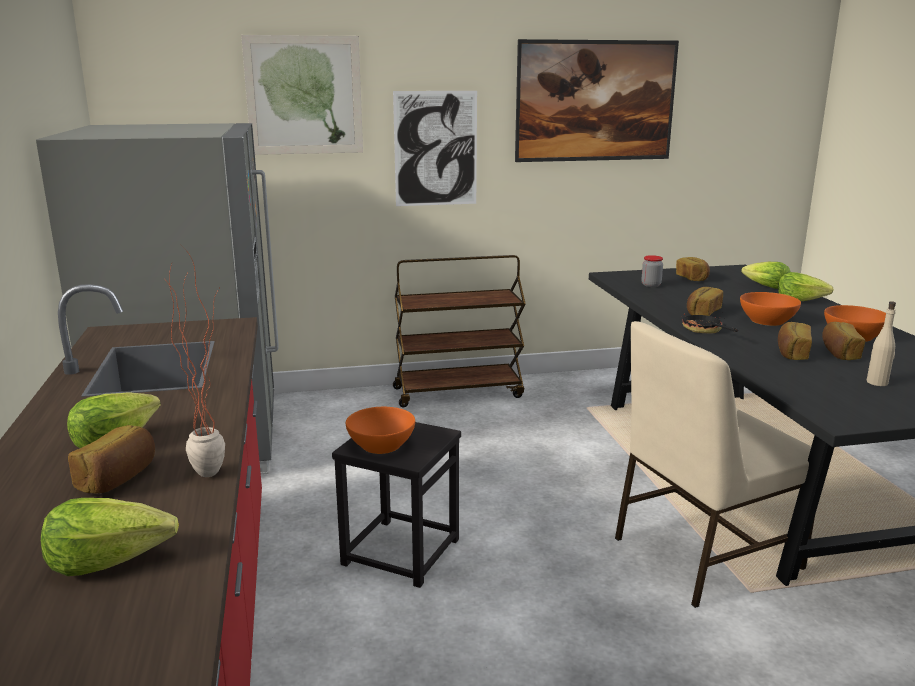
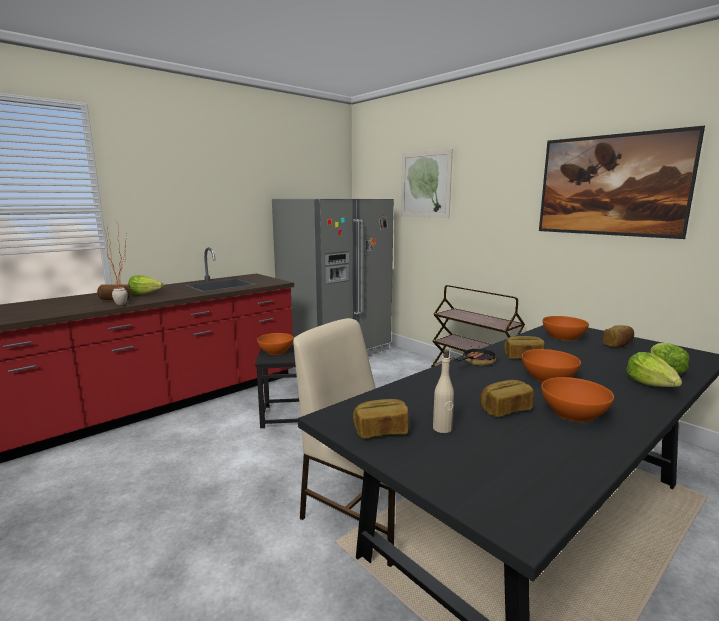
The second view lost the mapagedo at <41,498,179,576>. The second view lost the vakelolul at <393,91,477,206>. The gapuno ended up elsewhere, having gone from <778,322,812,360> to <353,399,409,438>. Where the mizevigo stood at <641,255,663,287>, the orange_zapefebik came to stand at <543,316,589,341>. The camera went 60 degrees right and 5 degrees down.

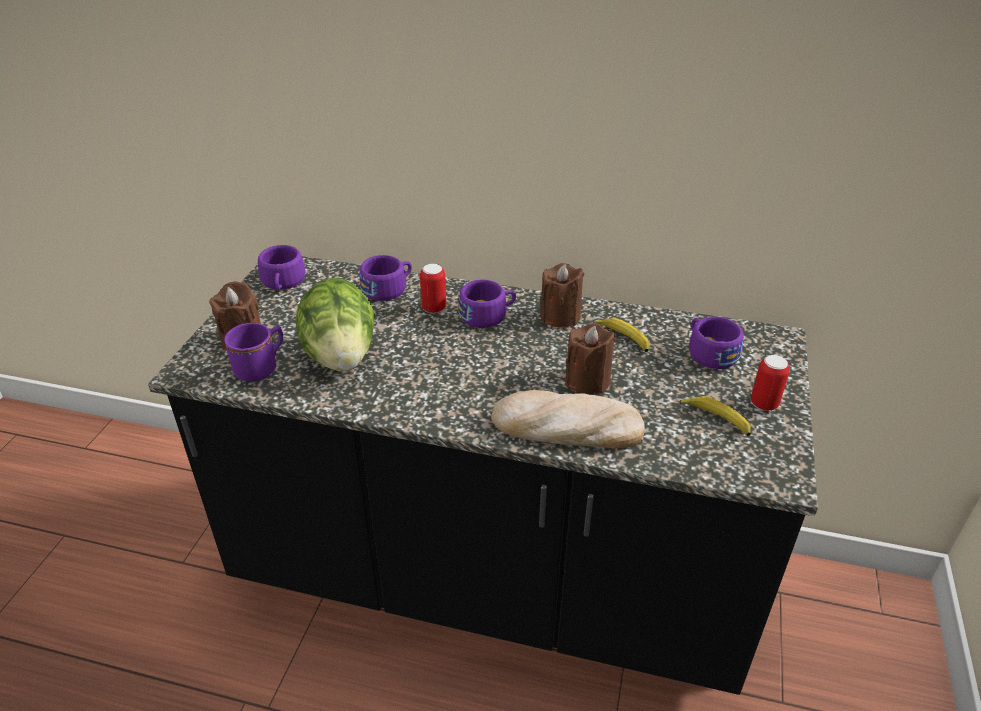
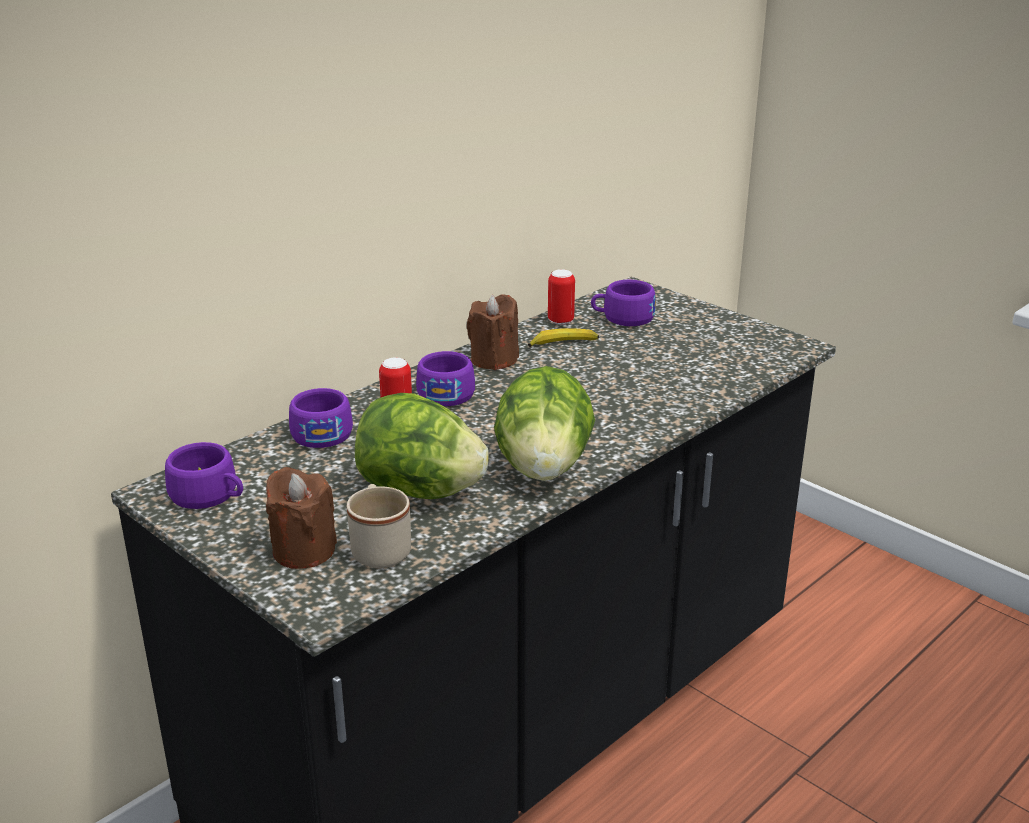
The second view lost the gapuno at <491,390,645,448>. The second view lost the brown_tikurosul at <566,323,616,394>. The second view lost the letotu at <680,396,751,436>. The second view gained the mapagedo at <494,366,595,481>. The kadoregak ended up elsewhere, having gone from <751,355,790,411> to <548,269,575,325>. What was the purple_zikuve at <224,323,283,382> turned into the beige_zikuve at <347,484,411,568>. The camera went 60 degrees left and 10 degrees down.

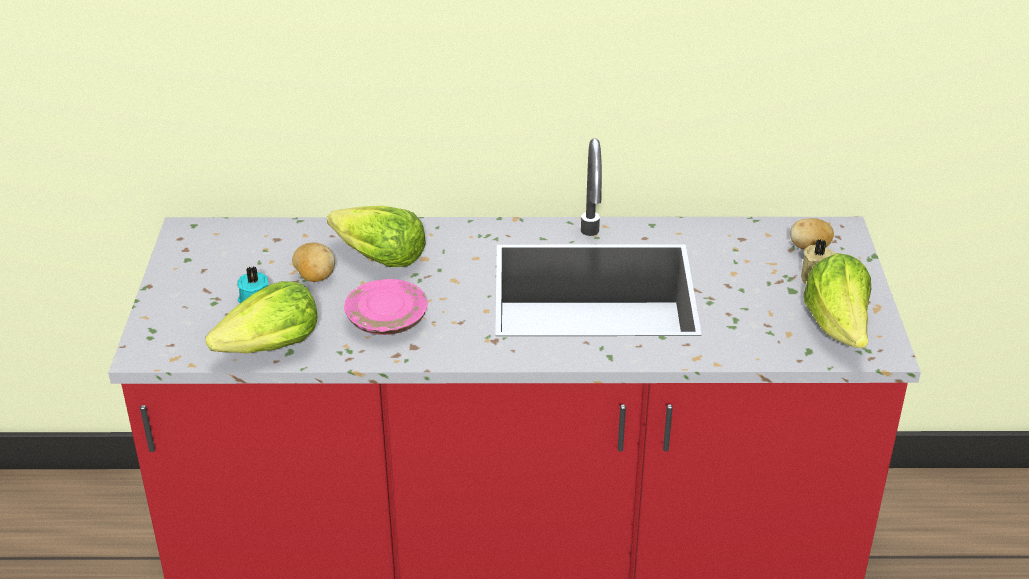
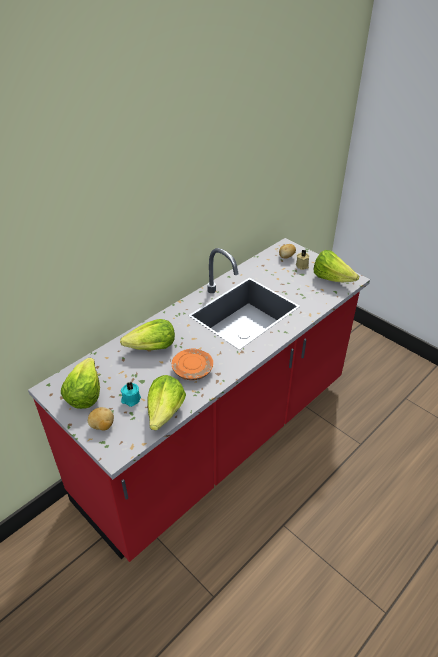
The second view gained the mapagedo at <61,358,100,409>. The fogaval ended up elsewhere, having gone from <292,242,335,282> to <88,407,114,431>. What was the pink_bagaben at <344,279,428,335> turned into the orange_bagaben at <172,349,213,380>. The camera went 45 degrees left and 5 degrees up.

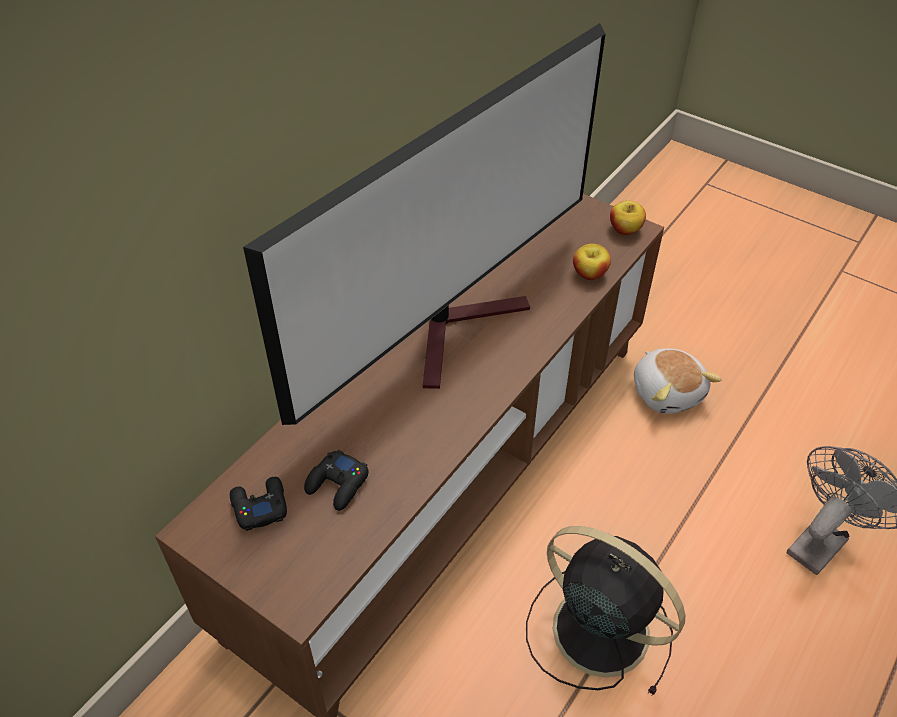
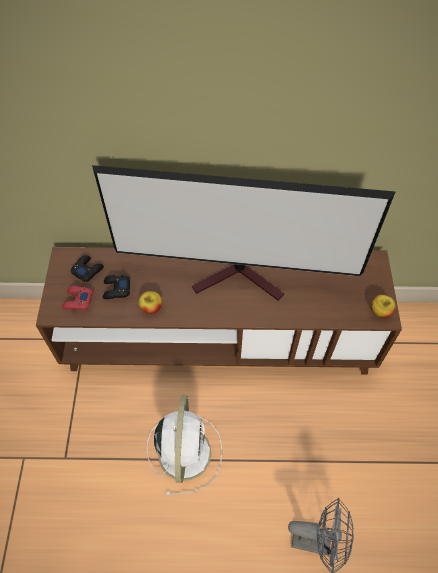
The second view lost the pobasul at <634,348,722,414>. The second view gained the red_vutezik at <62,286,93,310>. The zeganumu ended up elsewhere, having gone from <573,244,611,280> to <138,291,162,314>. What was the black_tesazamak at <526,526,685,696> turned into the white_tesazamak at <147,396,222,495>. The camera went 55 degrees right and 10 degrees up.

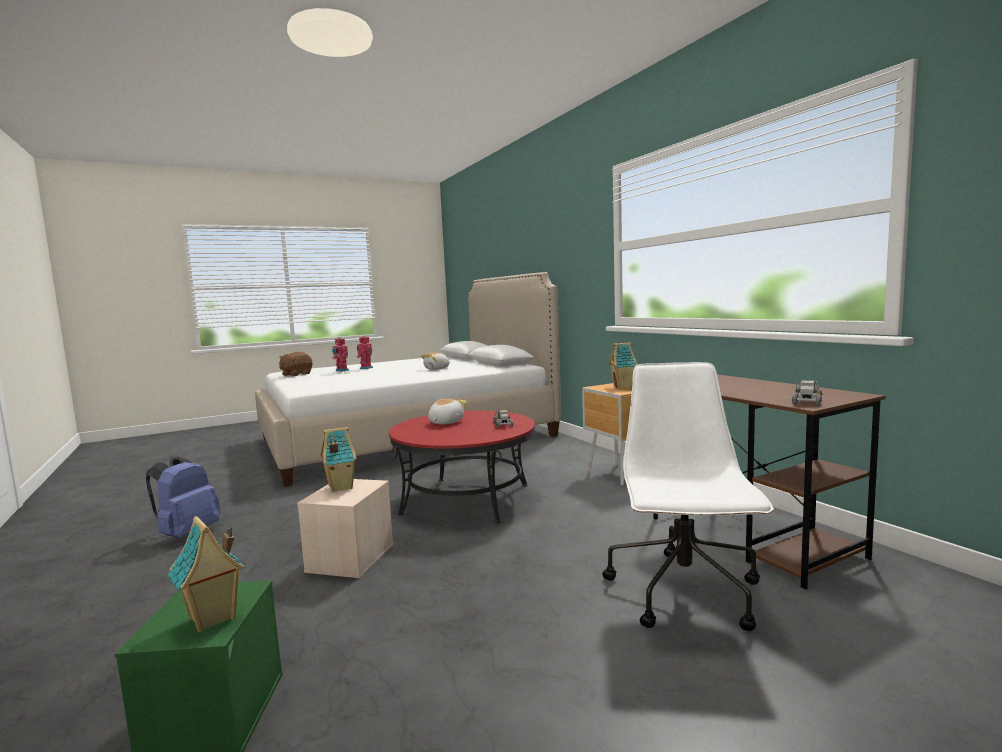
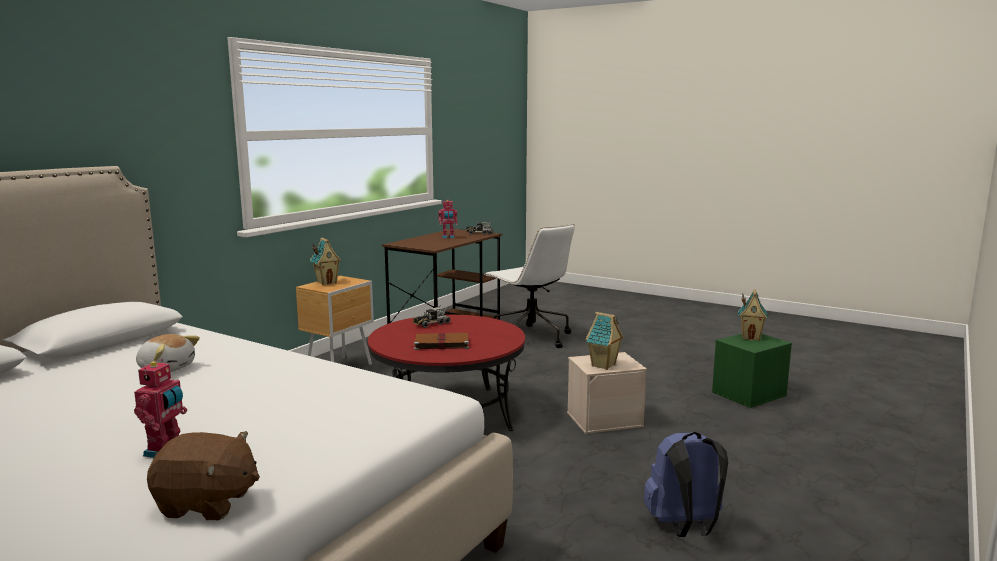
The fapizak ended up elsewhere, having gone from <357,336,373,369> to <438,199,458,238>. Where the pobasul stood at <428,399,467,424>, the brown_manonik came to stand at <410,333,469,350>. The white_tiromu at <602,362,774,631> ended up facing another way, 105 degrees counterclockwise from before. The camera went 120 degrees left and 5 degrees up.

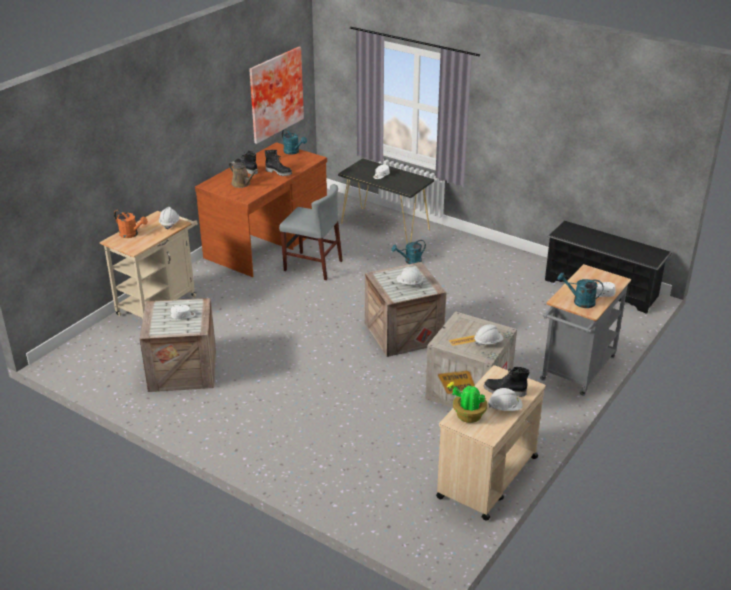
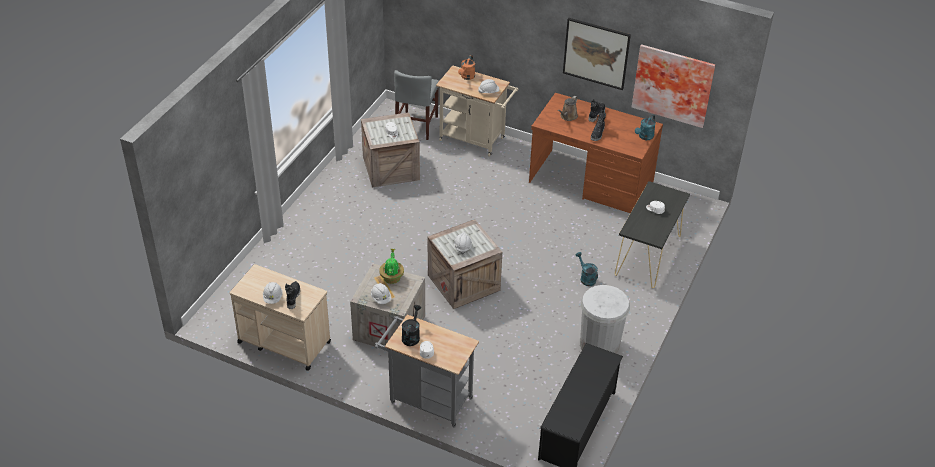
The second view gained the vakelolul at <563,18,631,90>. The second view gained the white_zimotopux at <580,285,630,354>. The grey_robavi ended up elsewhere, having gone from <279,184,343,280> to <394,70,439,140>. The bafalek ended up elsewhere, having gone from <447,382,487,423> to <379,249,404,284>. What was the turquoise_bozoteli at <557,272,604,308> turned into the black_bozoteli at <402,305,421,346>. The camera went 80 degrees right and 10 degrees up.

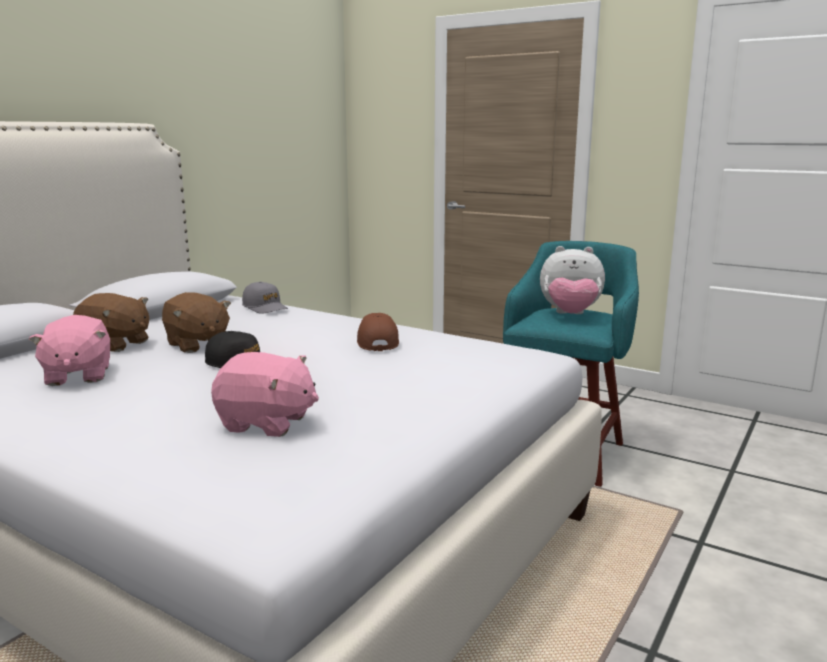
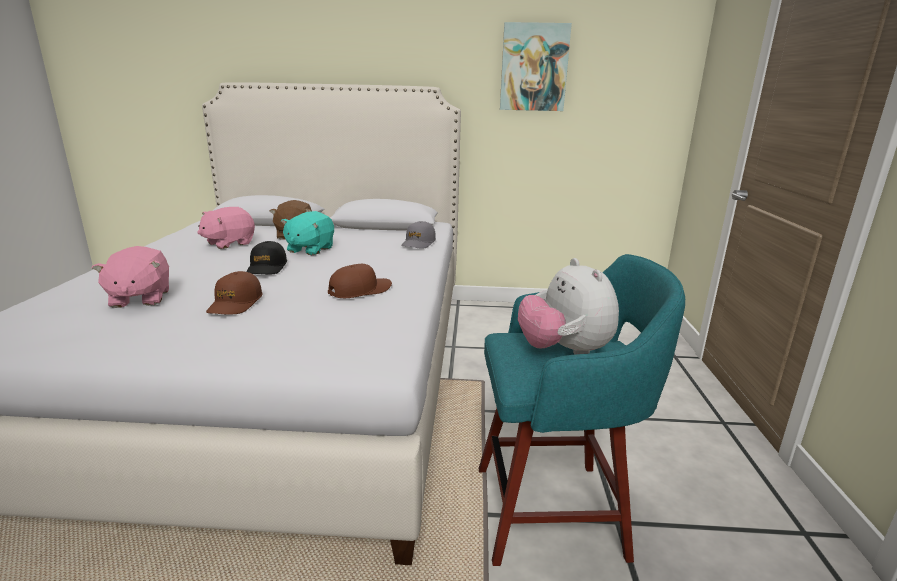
The second view gained the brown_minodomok at <206,271,263,315>. The second view gained the vakelolul at <500,22,572,111>. What was the brown_pobasul at <162,292,231,353> turned into the turquoise_pobasul at <281,211,334,255>. The camera went 60 degrees right and 5 degrees up.

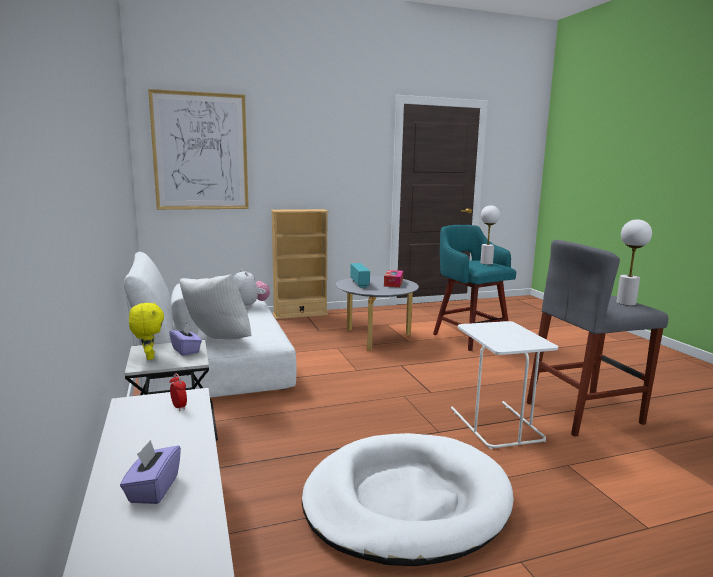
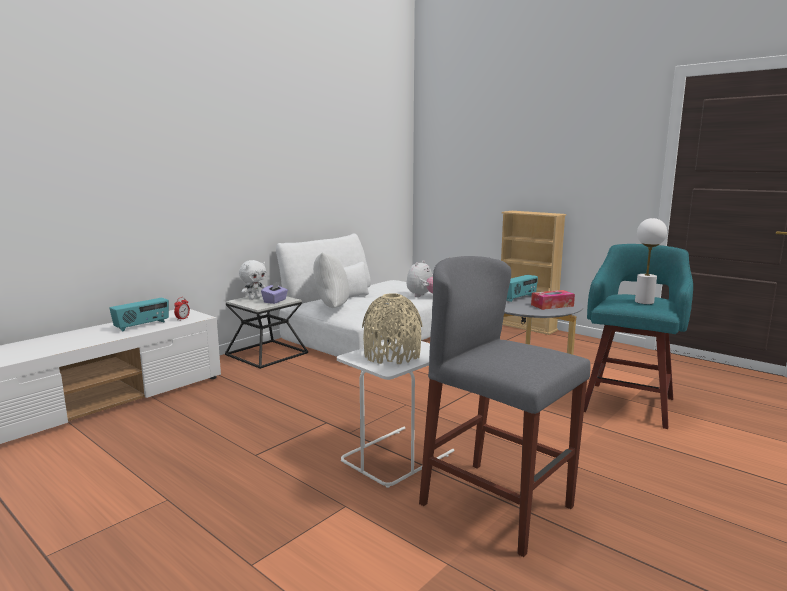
The second view lost the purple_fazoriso at <120,440,181,504>. The second view lost the vakelolul at <148,89,249,210>. The second view lost the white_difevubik at <302,433,514,566>. The second view lost the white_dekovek at <616,219,652,306>. The second view gained the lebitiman at <109,298,169,331>. The second view gained the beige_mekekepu at <362,293,422,364>. What was the yellow_pobasul at <129,302,164,360> turned into the white_pobasul at <239,260,266,300>. The camera went 60 degrees right and 0 degrees up.

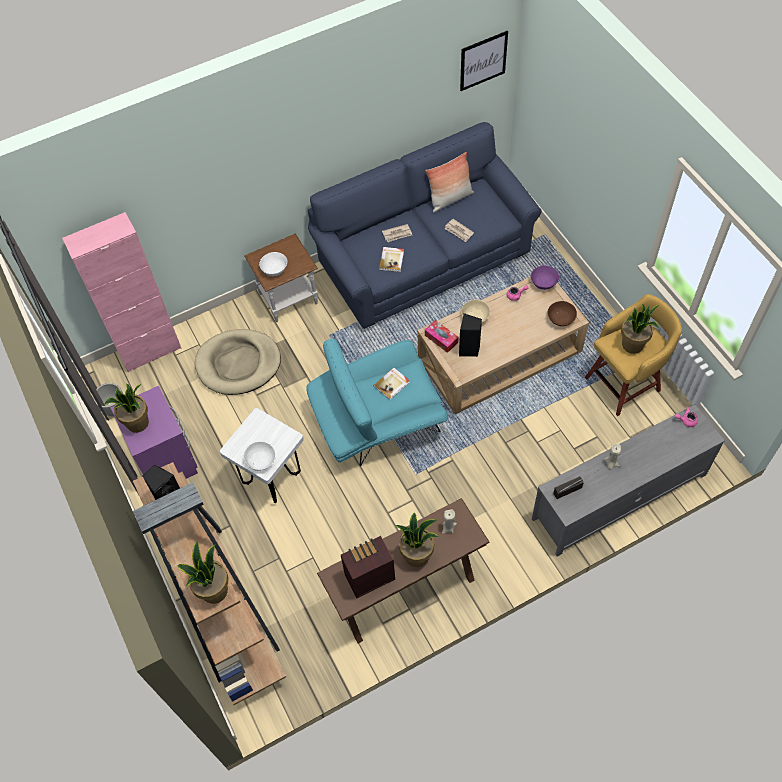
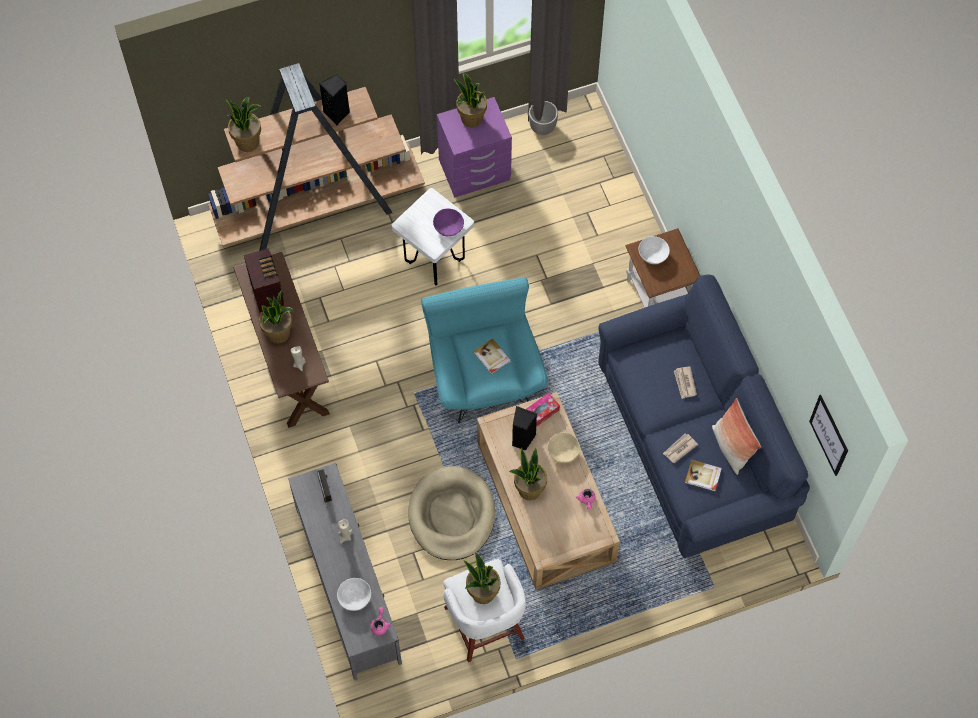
The second view lost the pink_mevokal at <62,212,181,372>. The second view lost the brown_zapefebik at <547,301,577,326>. The second view gained the bafalek at <509,447,547,500>. The beige_difevubik ended up elsewhere, having gone from <195,329,281,395> to <408,466,495,560>. The white_zapefebik ended up elsewhere, having gone from <244,441,276,471> to <337,578,371,611>. The manonik ended up elsewhere, having gone from <379,247,404,272> to <685,460,722,491>. The purple_zapefebik ended up elsewhere, having gone from <531,265,559,290> to <433,209,464,236>. What was the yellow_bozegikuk at <585,294,682,416> turned into the white_bozegikuk at <443,559,526,662>. The camera went 95 degrees right and 5 degrees up.

